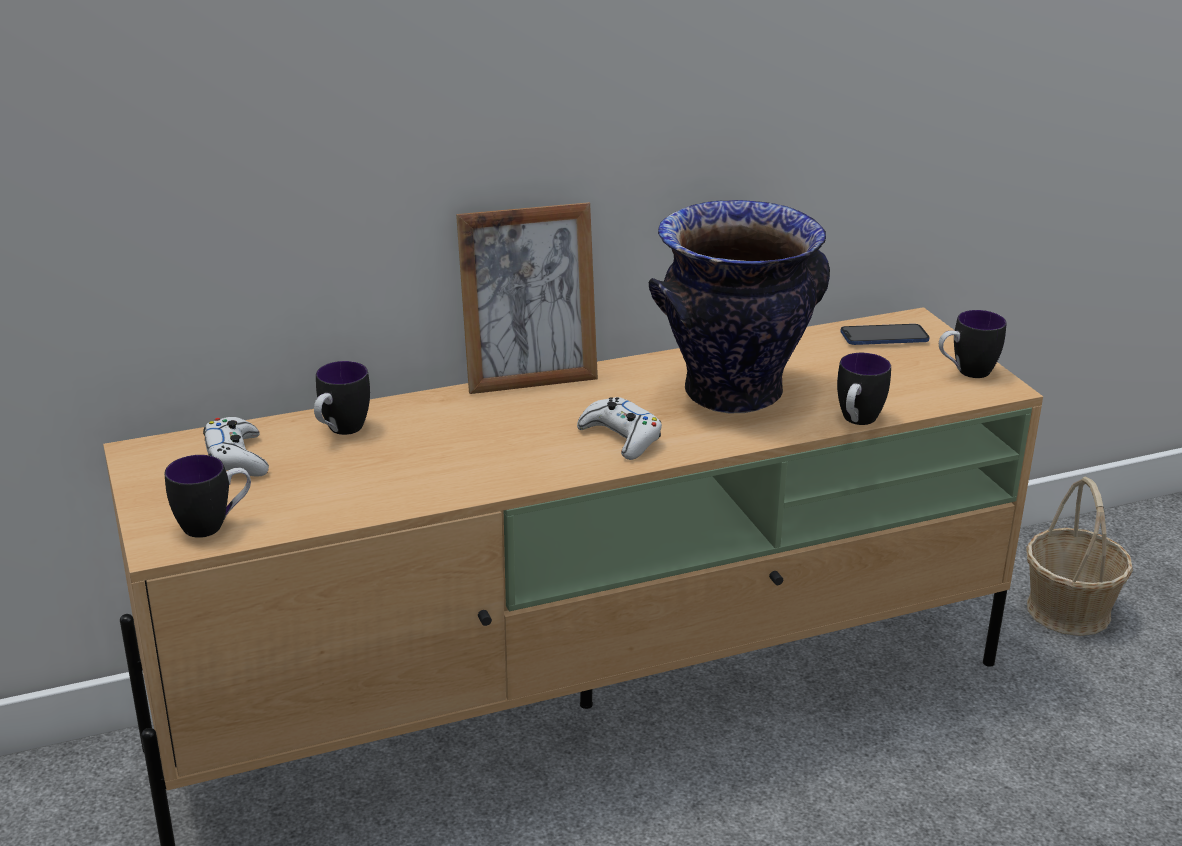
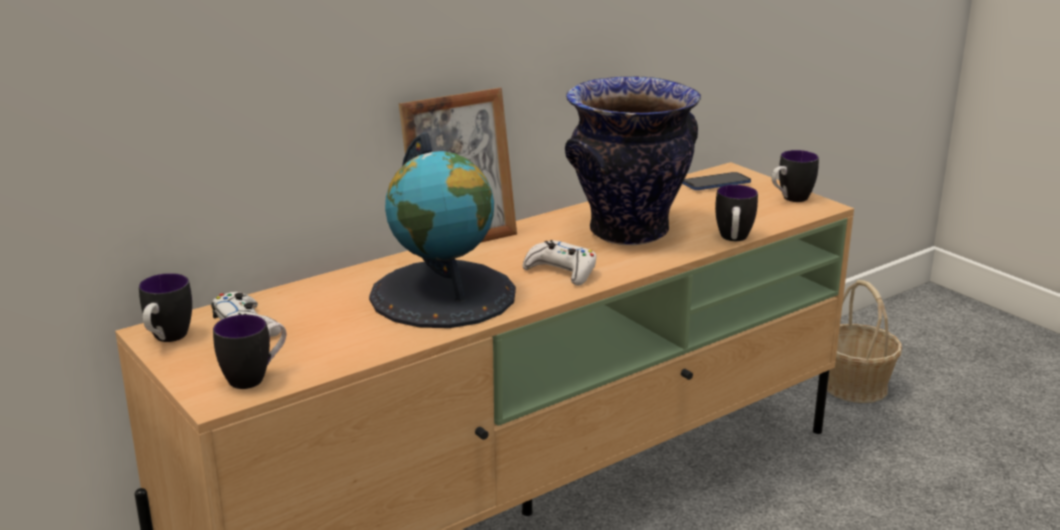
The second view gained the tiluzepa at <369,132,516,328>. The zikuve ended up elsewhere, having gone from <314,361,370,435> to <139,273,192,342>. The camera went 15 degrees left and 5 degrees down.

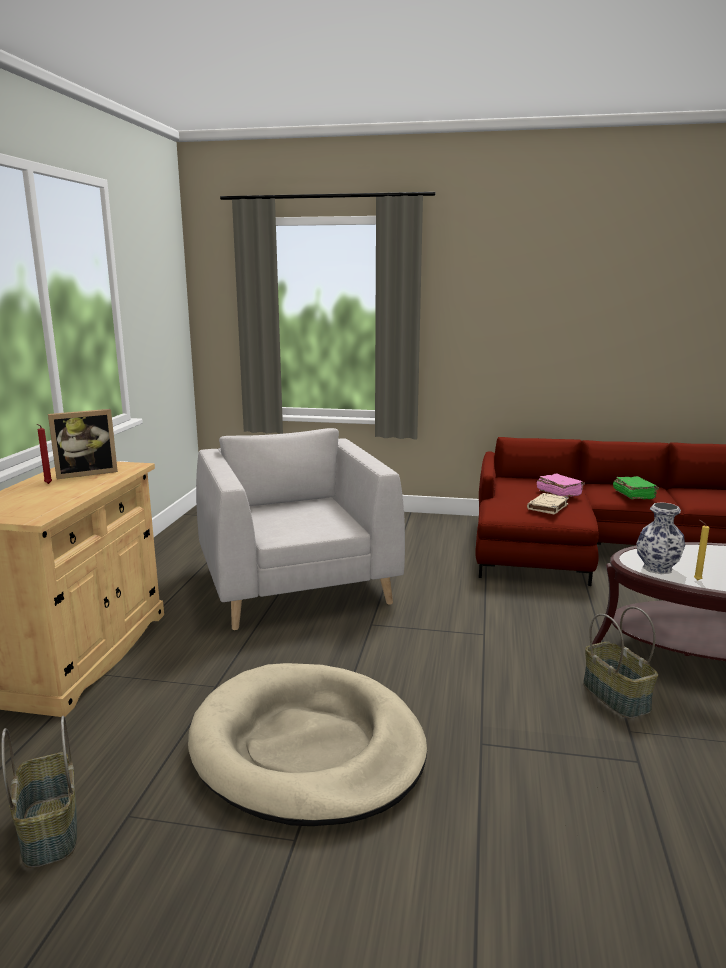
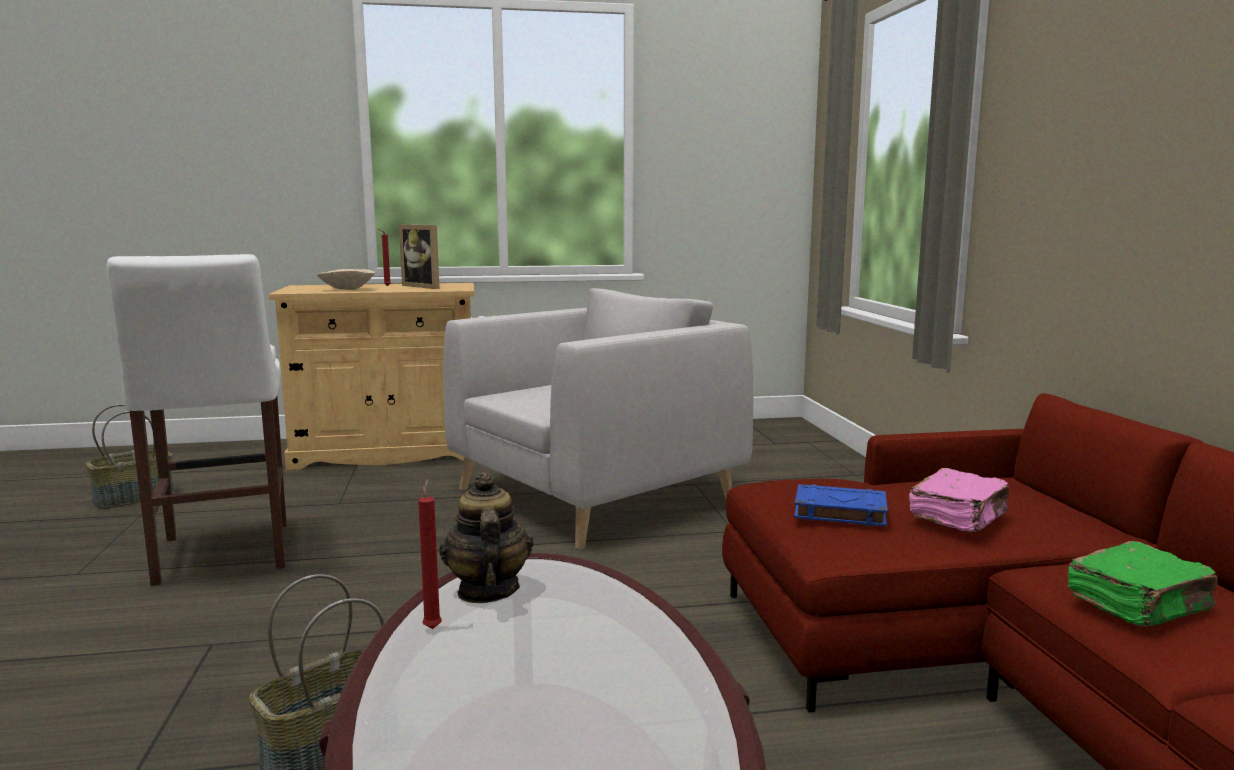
The second view gained the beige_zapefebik at <317,269,375,290>. Where the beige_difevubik stood at <188,663,427,826>, the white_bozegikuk came to stand at <107,254,287,586>. Where the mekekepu stood at <636,502,685,574>, the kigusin came to stand at <439,472,534,603>. What was the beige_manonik at <527,493,569,515> turned into the blue_manonik at <794,484,888,526>. What was the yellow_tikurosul at <694,520,710,581> turned into the red_tikurosul at <418,479,442,629>. The camera went 70 degrees right and 5 degrees down.

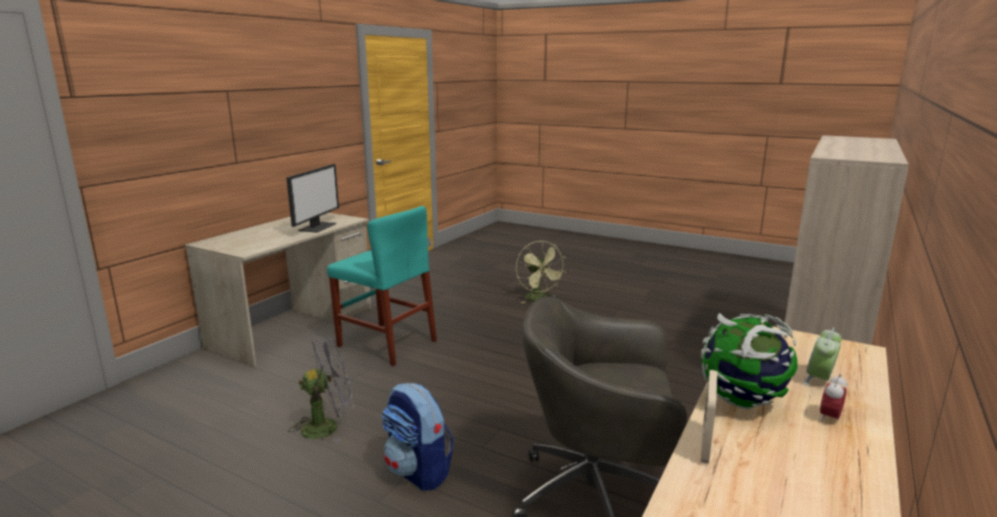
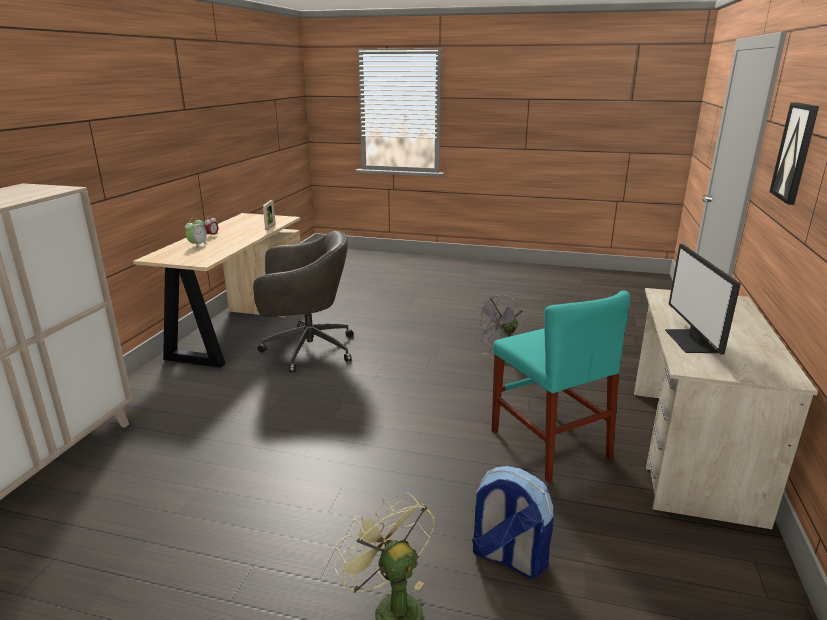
The second view lost the tiluzepa at <701,313,798,410>. The second view gained the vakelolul at <769,102,819,205>. The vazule ended up elsewhere, having gone from <382,383,454,491> to <472,466,554,579>. The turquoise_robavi at <327,206,437,366> ended up facing another way, 135 degrees counterclockwise from before. The camera went 165 degrees right and 5 degrees up.

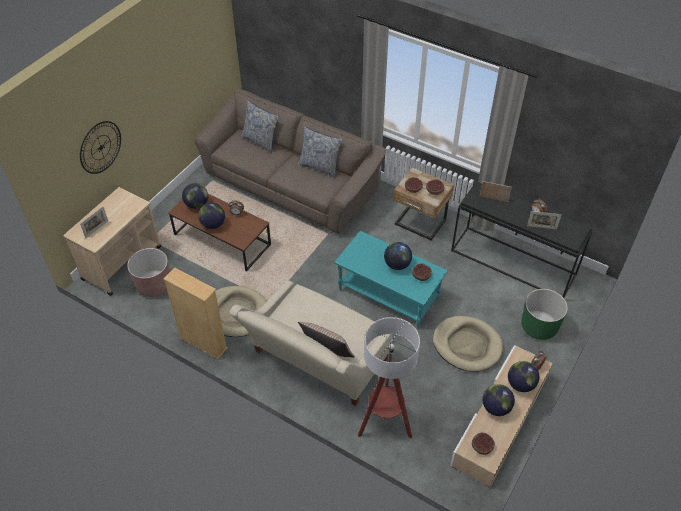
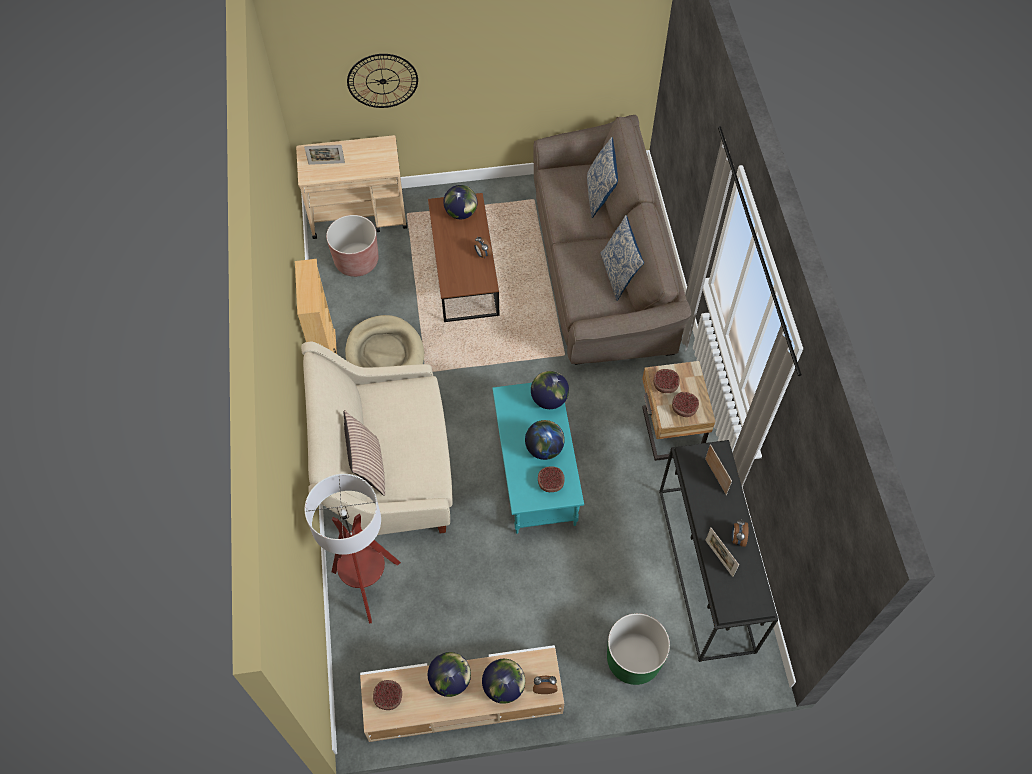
The second view lost the beige_difevubik at <433,316,503,372>. The tiluzepa ended up elsewhere, having gone from <198,203,225,229> to <531,371,569,409>. The camera went 50 degrees right and 10 degrees up.

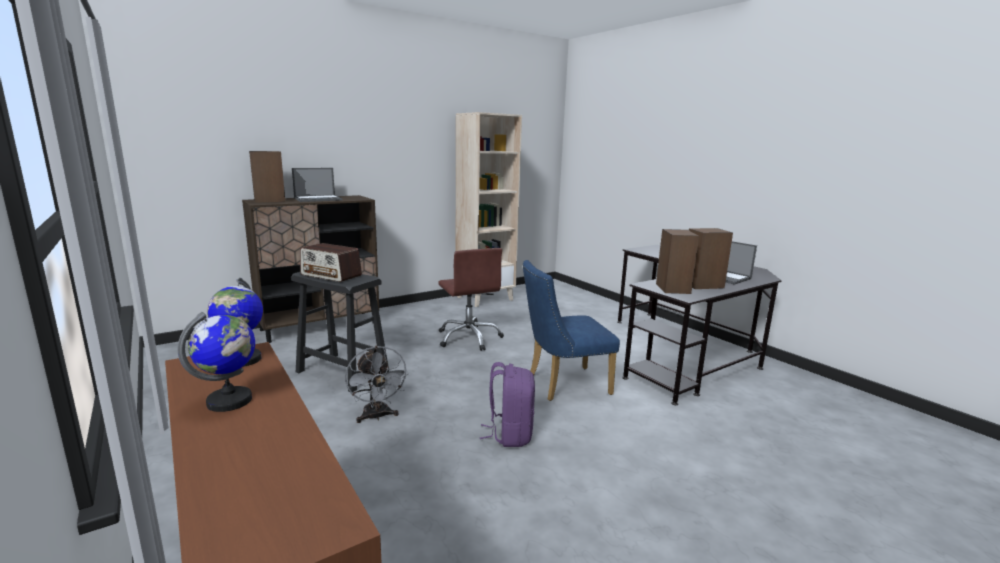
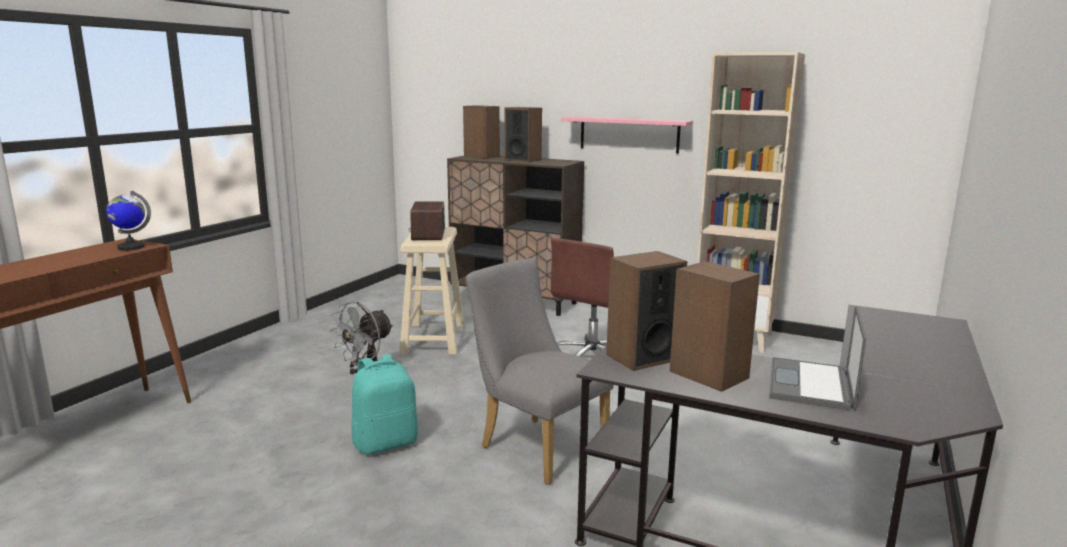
The second view lost the tiluzepa at <178,312,255,412>. The second view gained the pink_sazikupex at <561,116,693,153>. Where the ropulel stood at <292,168,342,202>, the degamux came to stand at <505,107,542,162>. What was the black_bozegikuk at <291,272,389,392> turned into the beige_bozegikuk at <399,227,465,355>. What was the purple_vazule at <480,362,535,447> turned into the turquoise_vazule at <351,354,418,455>. What was the blue_robavi at <523,260,620,401> turned into the grey_robavi at <465,258,613,485>. The camera went 60 degrees right and 0 degrees up.

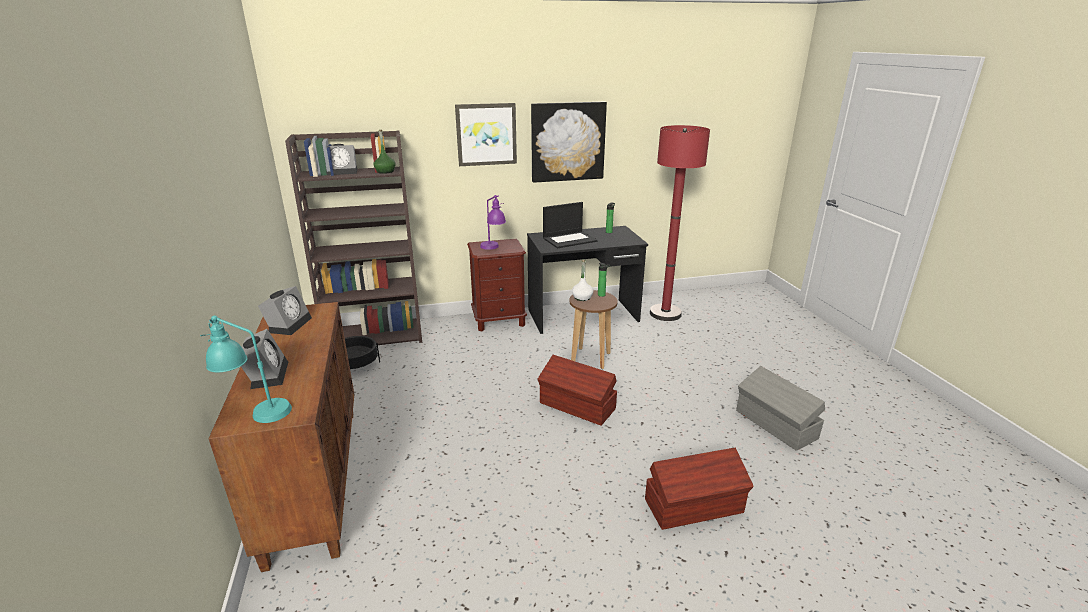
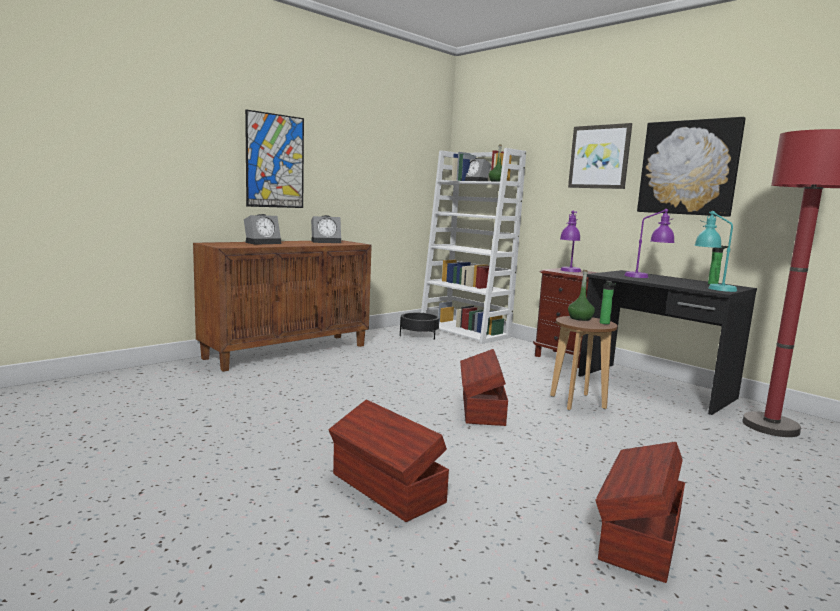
The second view gained the vakelolul at <245,109,304,208>. The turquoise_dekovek ended up elsewhere, having gone from <200,315,292,423> to <694,211,737,292>. Where the ropulel stood at <543,202,598,248>, the purple_dekovek came to stand at <624,209,675,278>. What was the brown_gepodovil at <285,131,422,345> turned into the white_gepodovil at <421,148,526,344>. What was the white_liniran at <572,260,593,301> turned into the green_liniran at <568,270,595,321>. What was the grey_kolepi at <736,366,825,451> turned into the brown_kolepi at <595,442,685,583>. The camera went 60 degrees right and 15 degrees down.

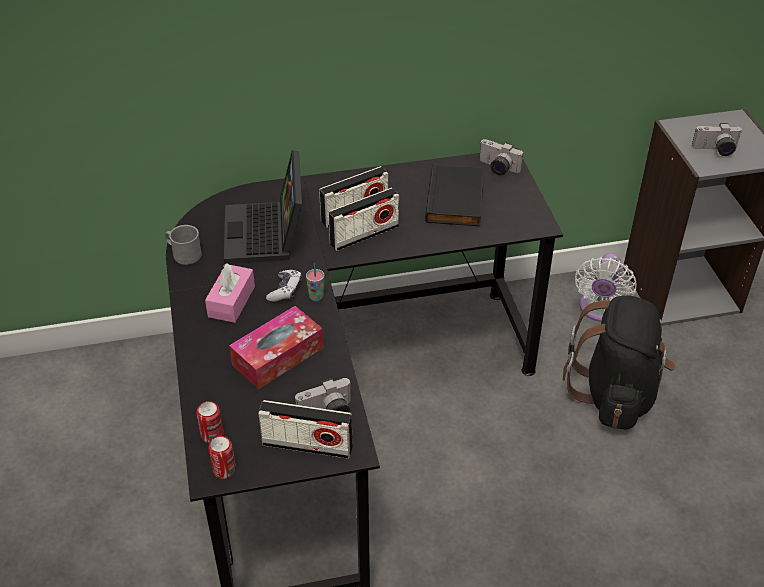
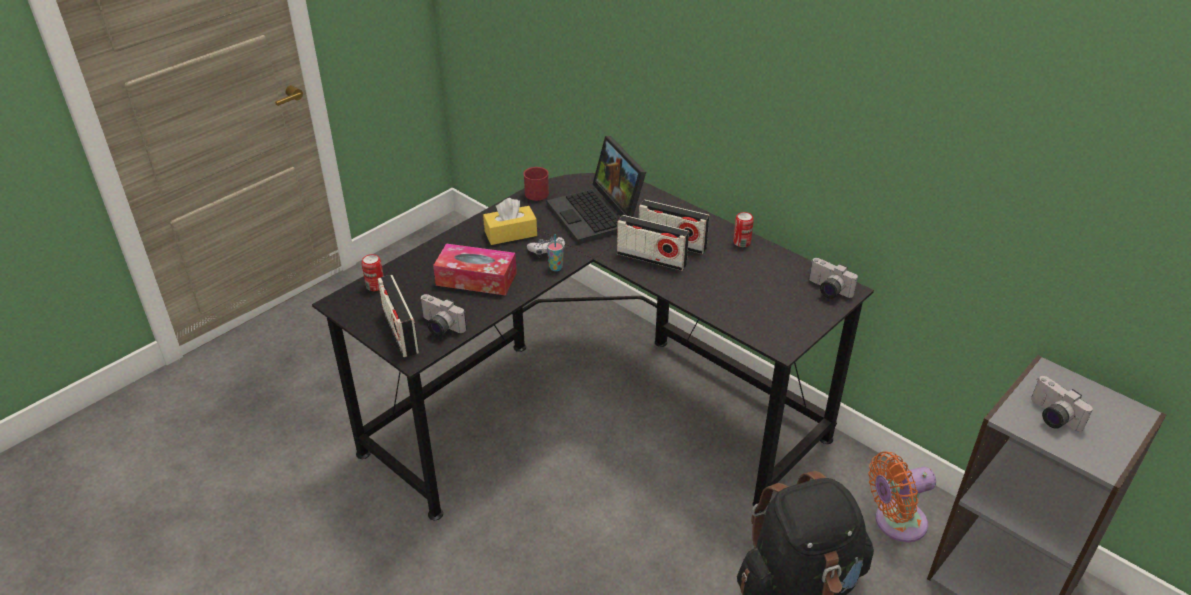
The second view lost the black_manonik at <425,164,485,226>. The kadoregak ended up elsewhere, having gone from <208,436,236,479> to <733,212,754,247>. What was the grey_zikuve at <165,225,201,265> turned into the red_zikuve at <523,167,549,201>. What was the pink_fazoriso at <205,263,255,323> turned into the yellow_fazoriso at <483,198,537,245>. What was the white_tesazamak at <575,253,637,322> turned into the orange_tesazamak at <868,451,936,542>. The ropulel at <224,150,302,264> ended up facing another way, 75 degrees counterclockwise from before. The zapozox at <480,139,523,175> ended up facing another way, 45 degrees counterclockwise from before. The camera went 55 degrees right and 5 degrees down.

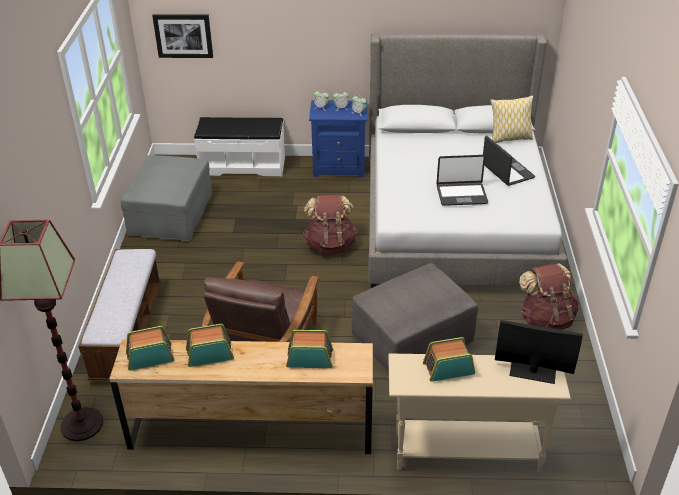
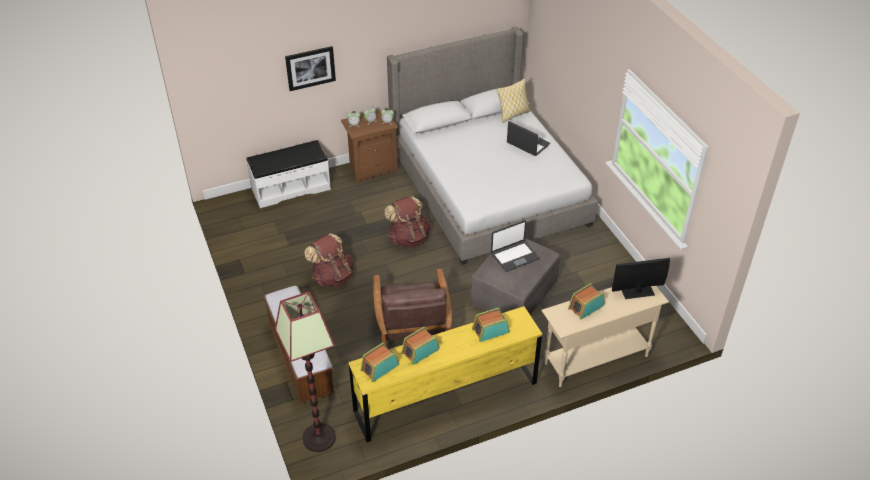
The second view lost the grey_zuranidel at <121,155,212,241>. The vakelolul ended up elsewhere, having gone from <152,14,213,58> to <285,46,336,91>. The ropulel ended up elsewhere, having gone from <437,155,488,206> to <491,220,539,272>. The brown_vazule ended up elsewhere, having gone from <519,263,579,330> to <304,233,353,287>. What was the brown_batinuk at <109,339,373,454> turned into the yellow_batinuk at <349,306,542,442>. What was the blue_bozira at <309,100,367,177> turned into the brown_bozira at <341,109,398,183>. The camera went 25 degrees left and 5 degrees up.

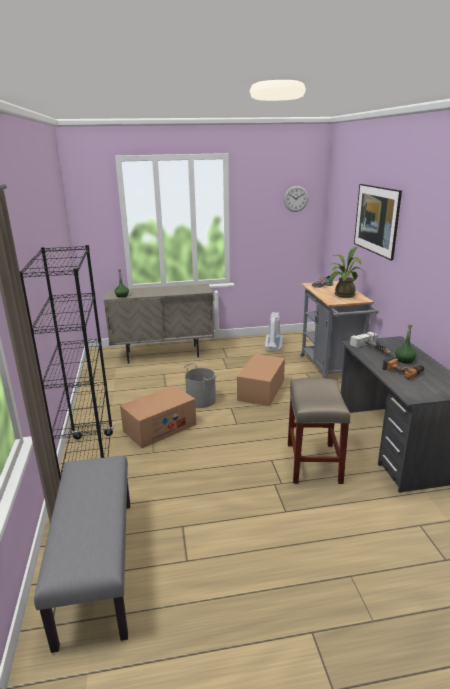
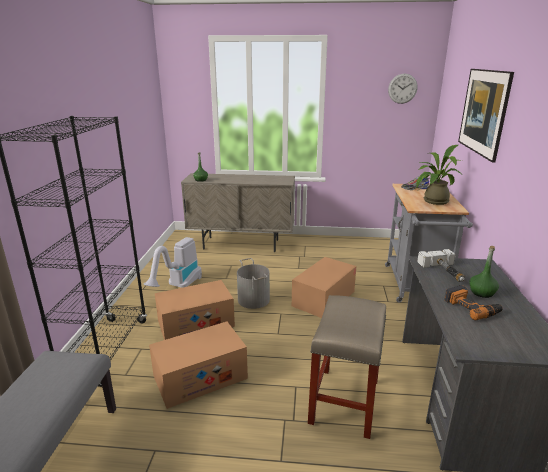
The second view gained the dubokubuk at <149,322,248,409>. The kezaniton ended up elsewhere, having gone from <265,312,283,351> to <144,237,202,288>. The camera went 15 degrees right and 0 degrees up.

